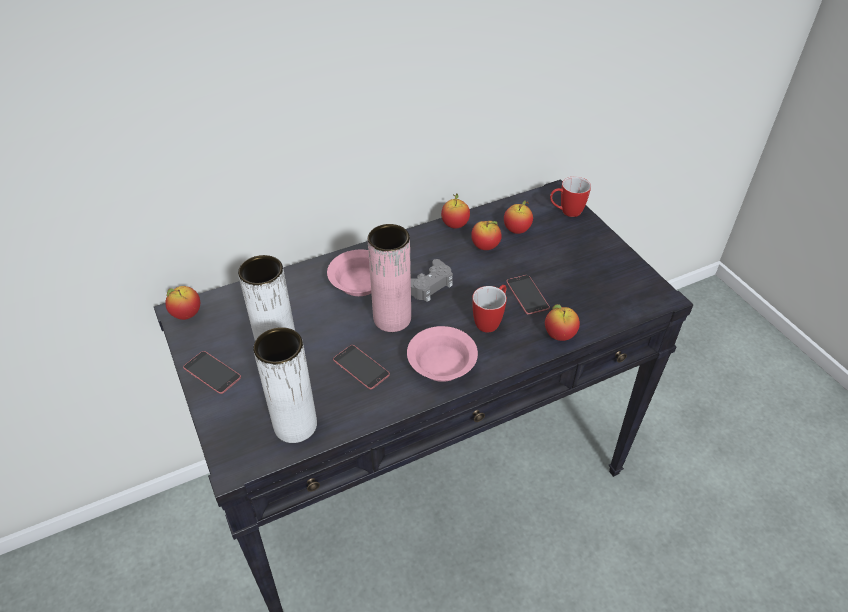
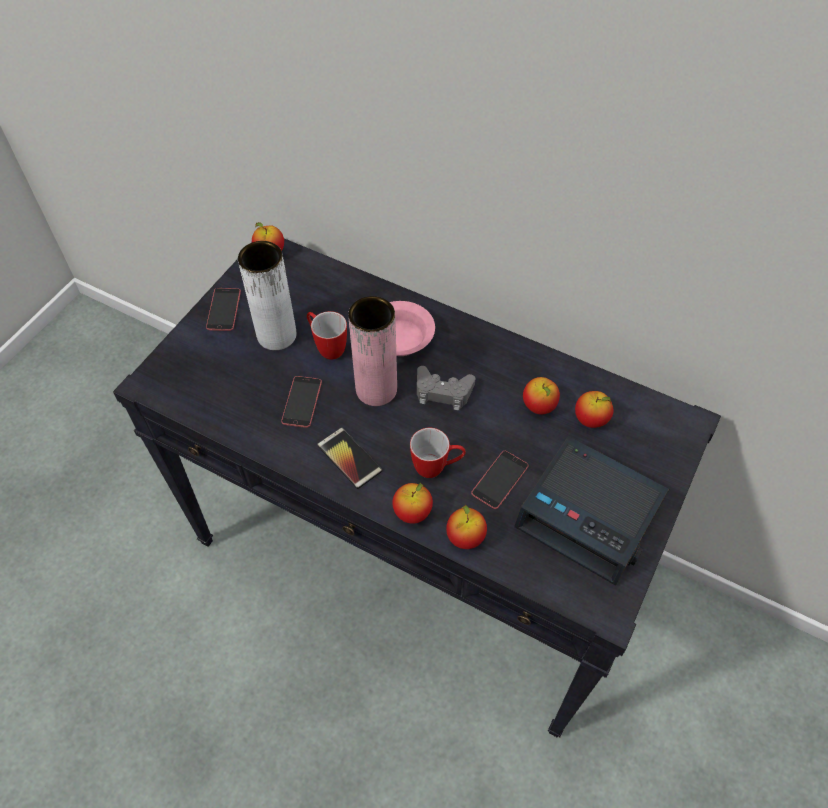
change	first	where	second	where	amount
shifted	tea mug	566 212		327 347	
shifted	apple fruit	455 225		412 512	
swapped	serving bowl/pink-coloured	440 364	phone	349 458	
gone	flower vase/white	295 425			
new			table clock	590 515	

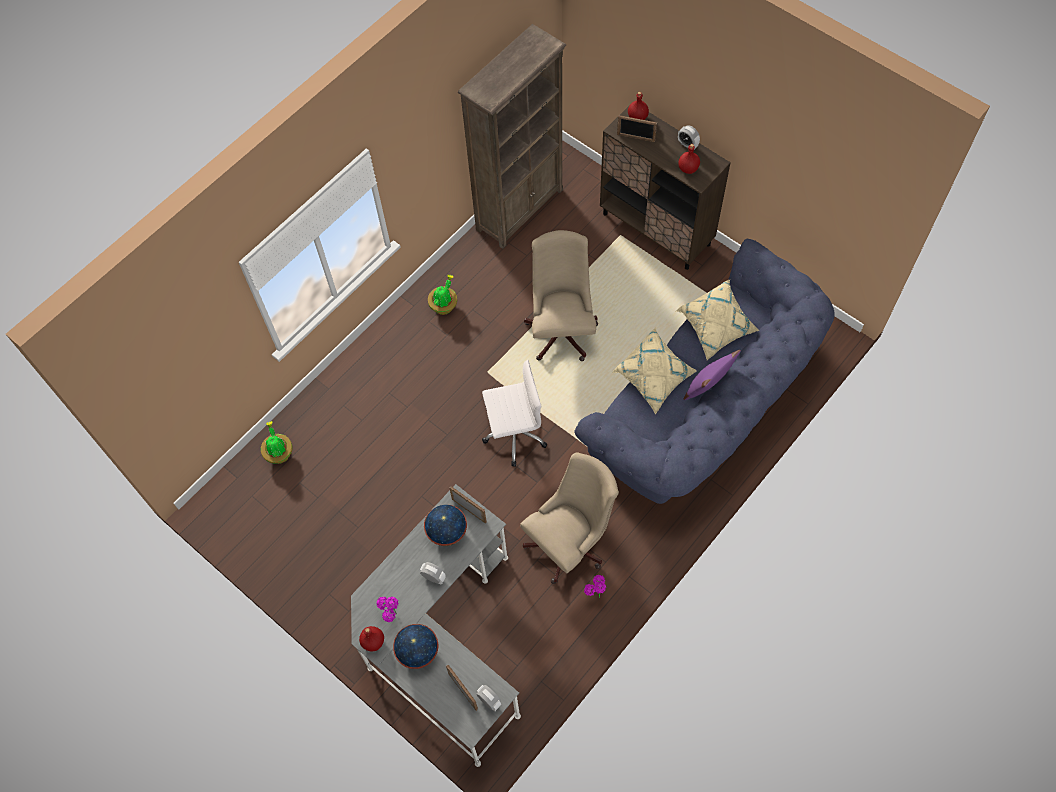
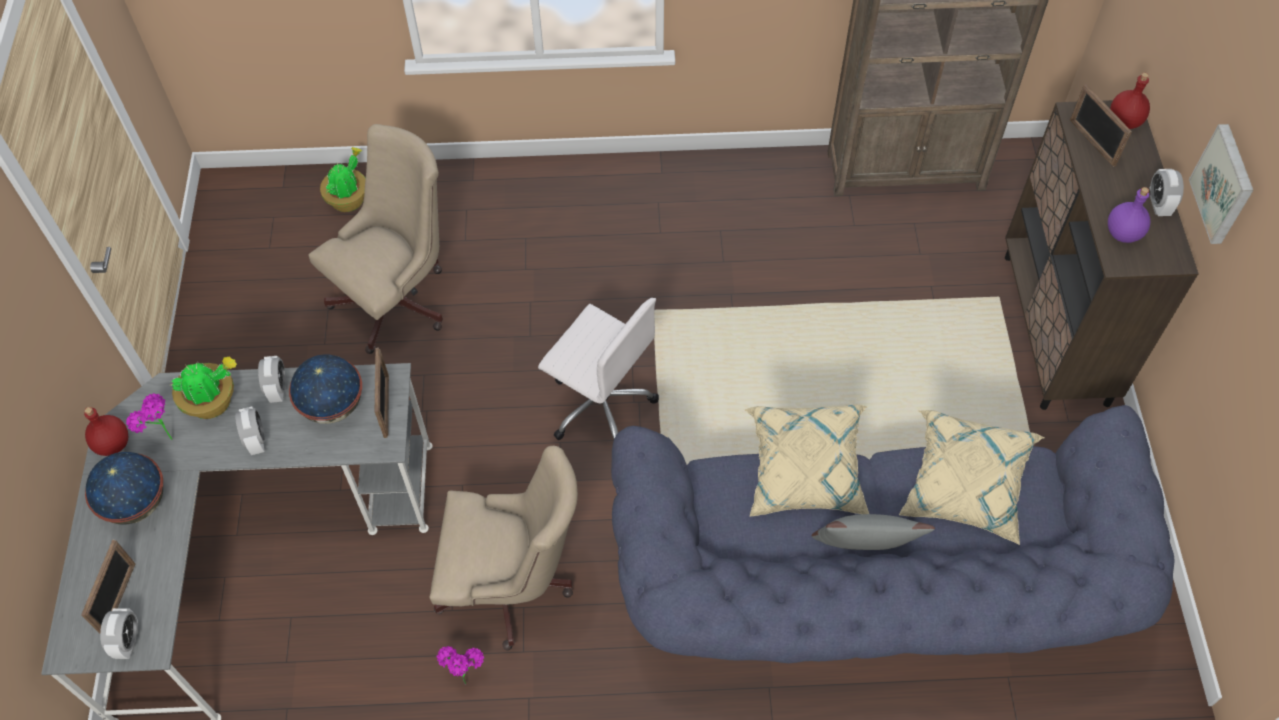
change	first	where	second	where	amount
repainted	bottle/red-coloured	688 169	bottle/purplish	1123 234	
shifted	computer chair/beige-coloured	562 329		399 299	
shifted	houseplant	444 305		213 402	
repainted	throw pillow/purplish	708 387	throw pillow/grey	863 551	
new			picture	1224 184	
new			table clock	278 389	

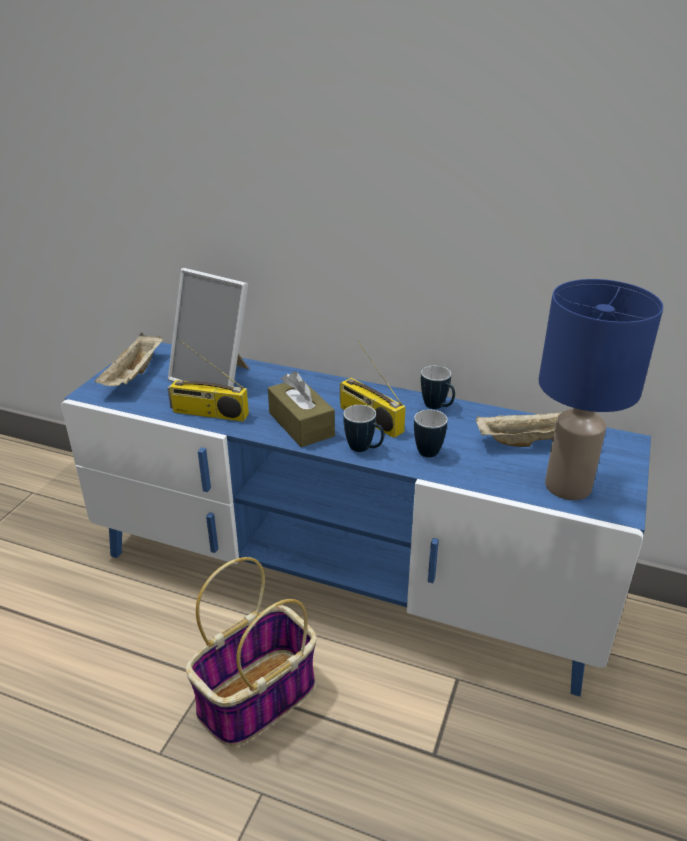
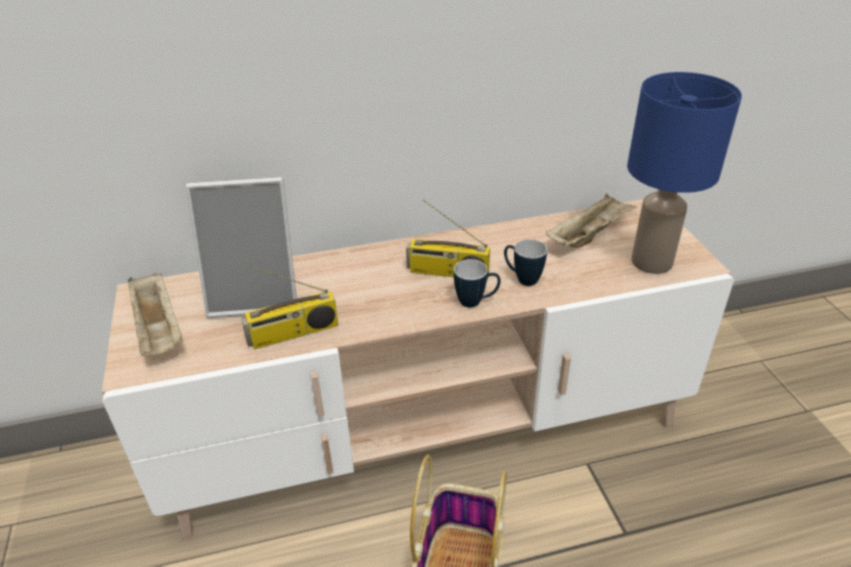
change	first	where	second	where	amount
repainted	tv stand/blue	343 577	tv stand/beige-coloured	428 431	
gone	tea mug	437 407			
gone	tissue box/brown-coloured	301 424			

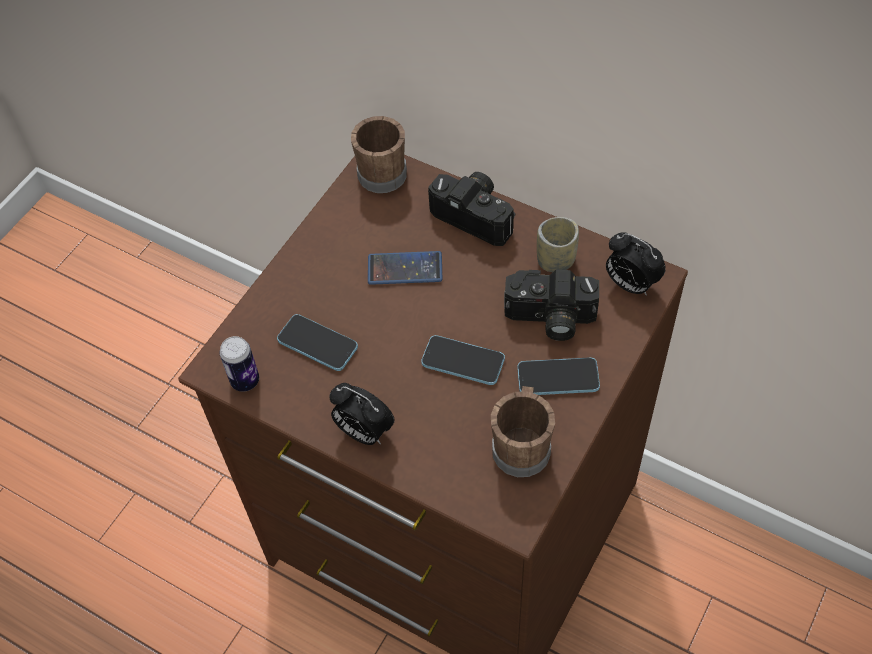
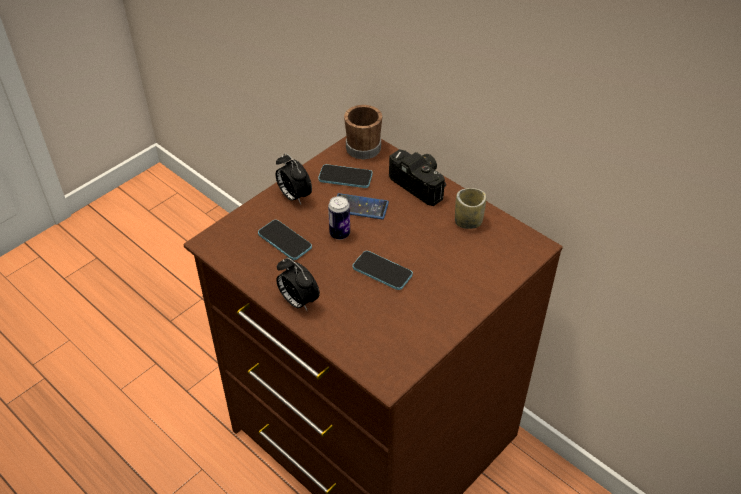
change	first	where	second	where	amount
shifted	table clock	630 284		294 196	
gone	still camera	549 319			
shifted	sealed can	245 381		340 234	
shifted	phone	558 378		345 177	
gone	tea mug/brown-coloured	522 445			

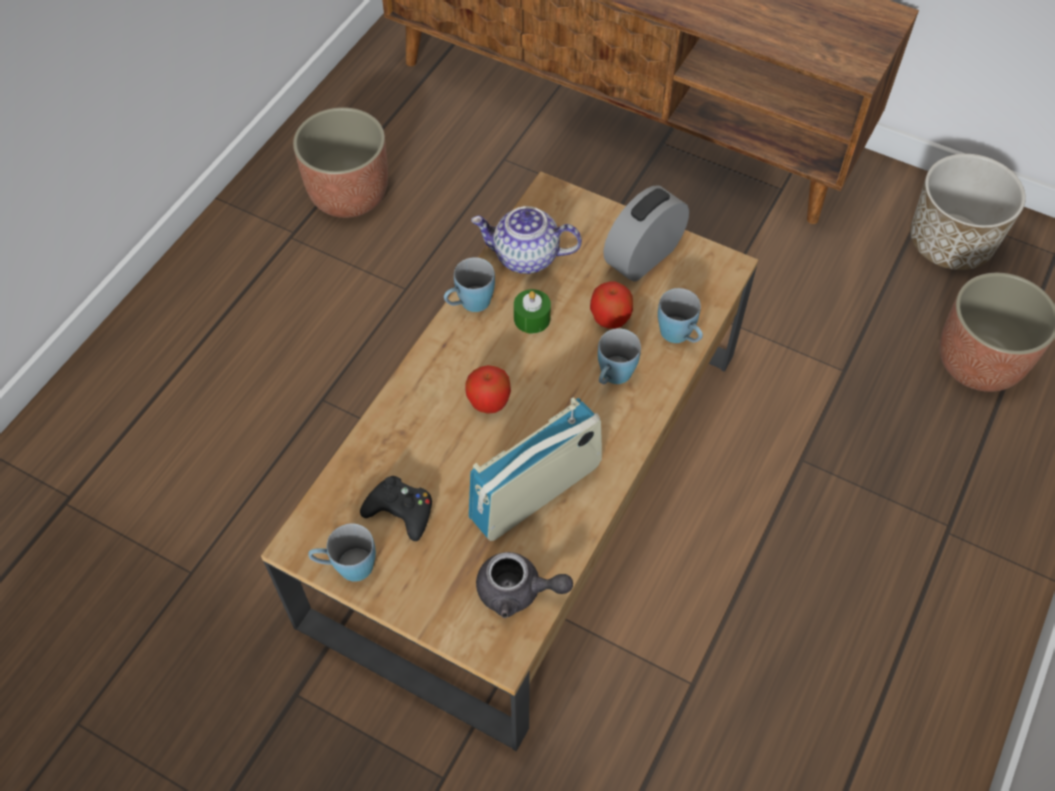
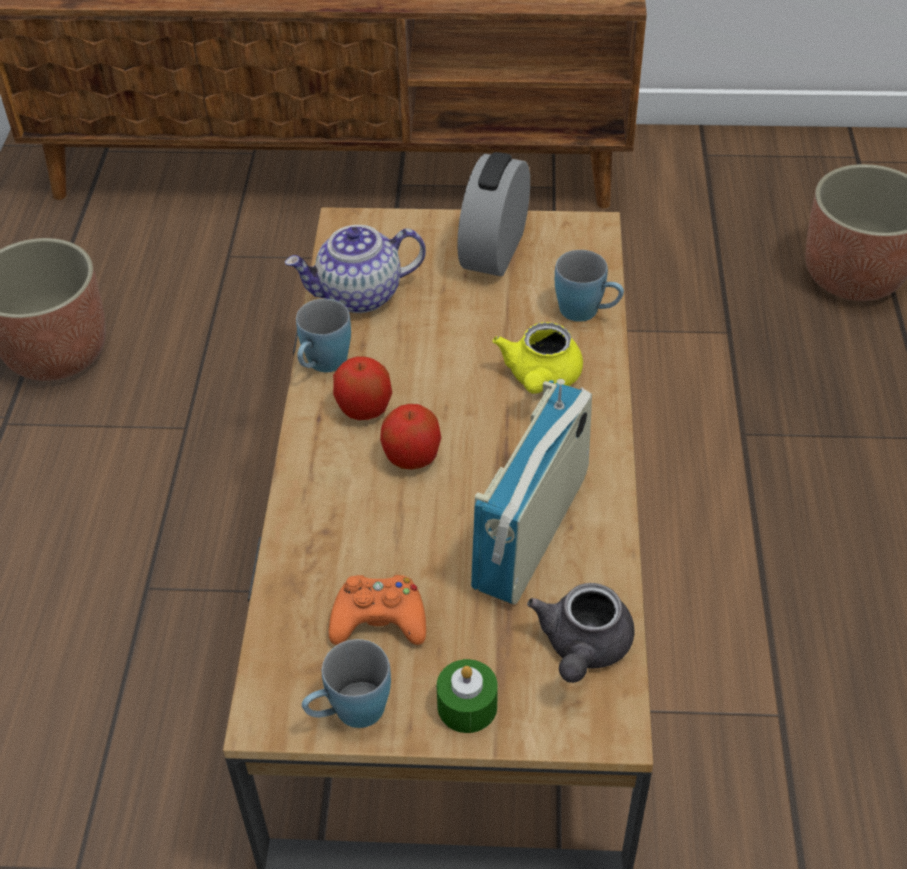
change	first	where	second	where	amount
gone	planter	950 242			
shifted	apple fruit	610 318		364 409	
shifted	wax candle/green	532 318		467 706	
swapped	tea mug/blue	612 377	teapot/yellow-coloured	540 379	
repainted	joypad/black-coloured	401 511	joypad/orange-coloured	379 619	
rotated	teapot/grey	518 591		582 648	120 degrees clockwise

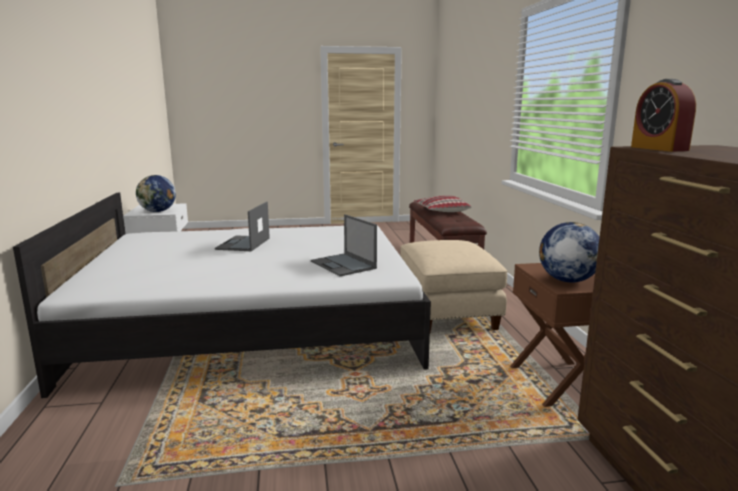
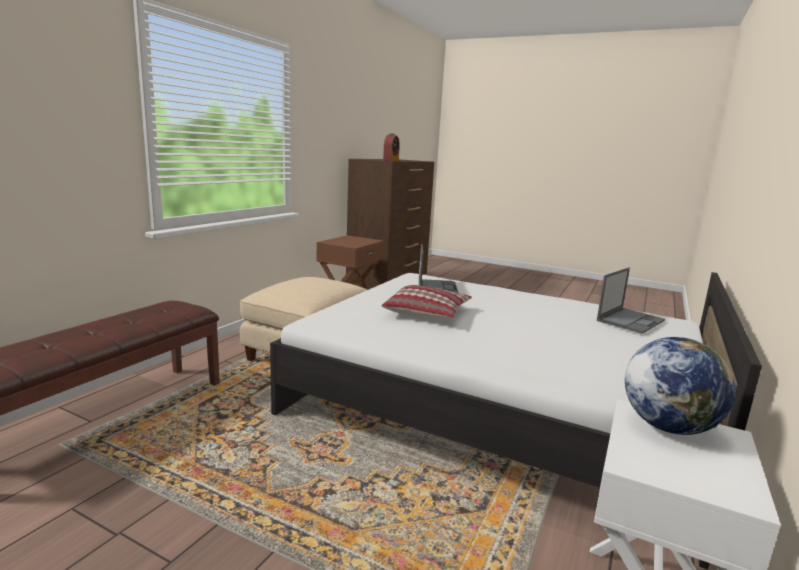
change	first	where	second	where	amount
shifted	throw pillow	441 211		427 313	
shifted	laptop	243 244		630 320	
gone	desk globe	567 280			

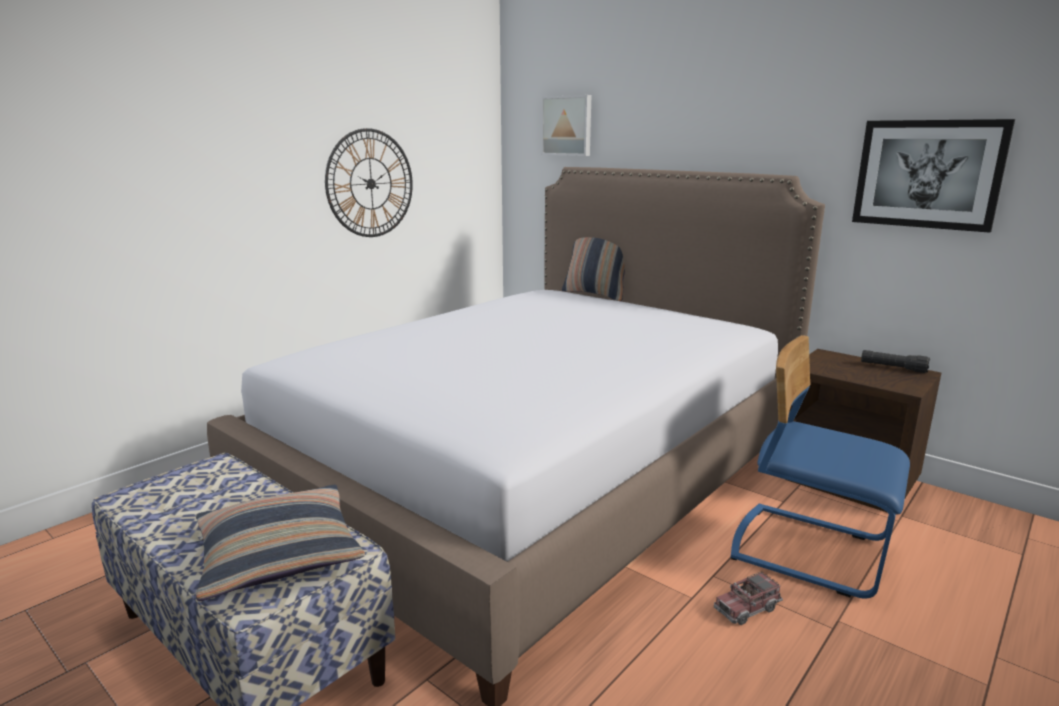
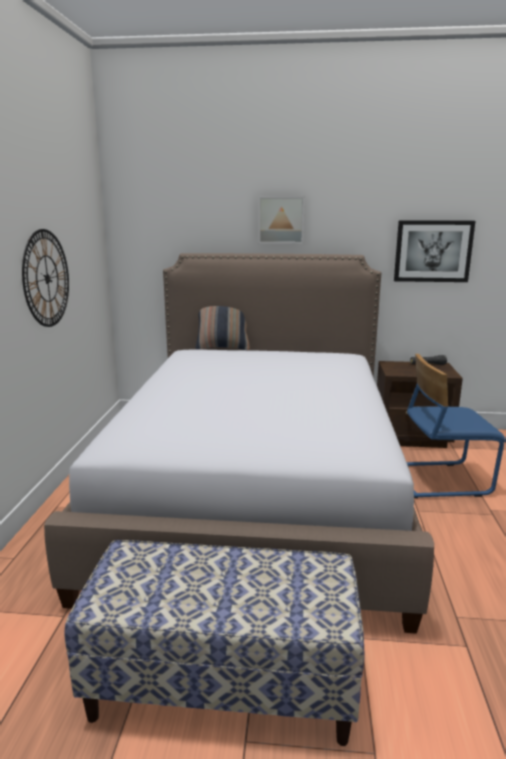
change	first	where	second	where	amount
shifted	picture	567 126		281 220	
gone	throw pillow	279 554			
gone	toy truck	747 608			

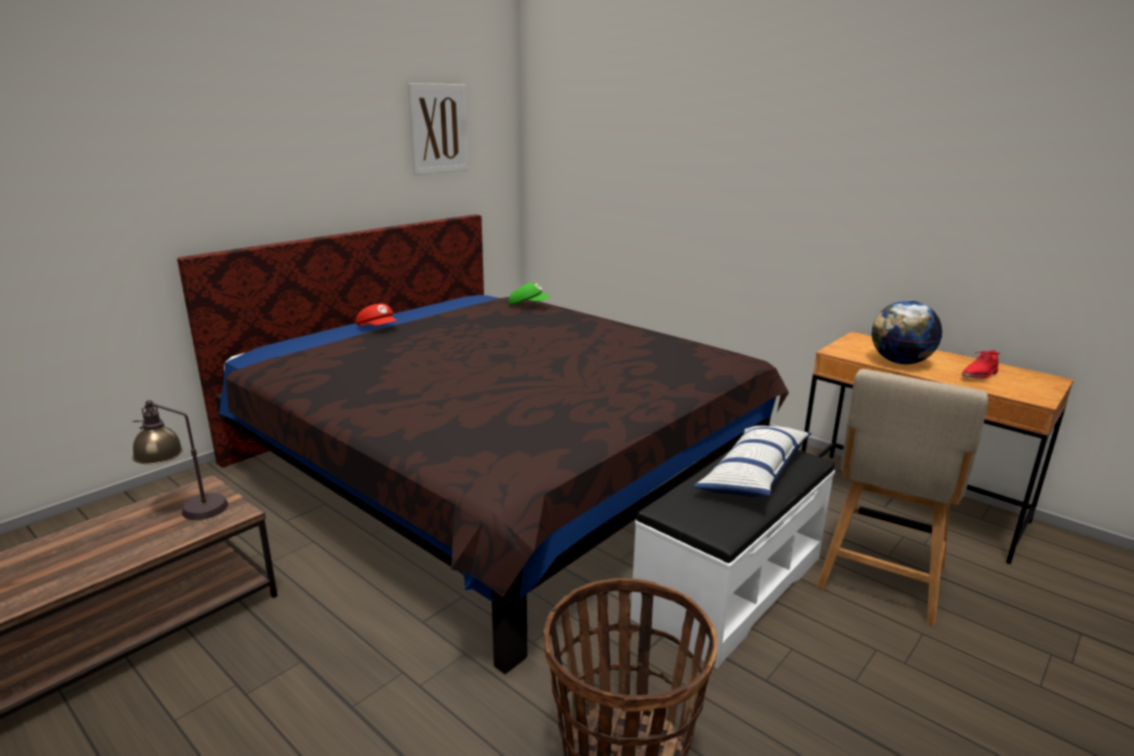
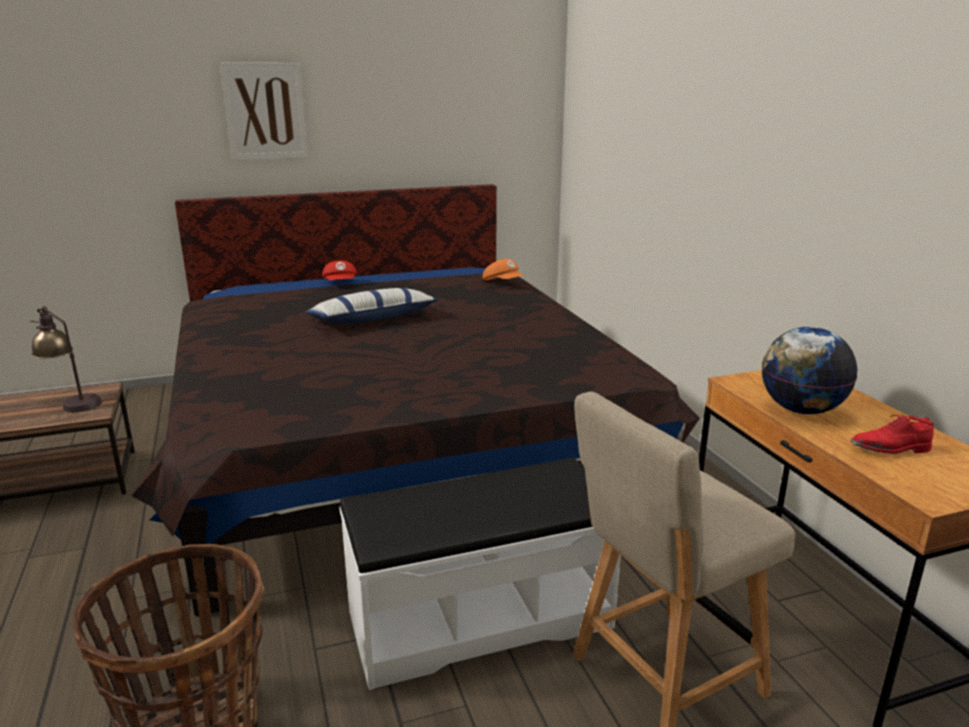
change	first	where	second	where	amount
shifted	picture	438 128		265 112	
repainted	baseball cap/green	529 305	baseball cap/orange-coloured	503 282	
shifted	throw pillow	753 474		373 319	

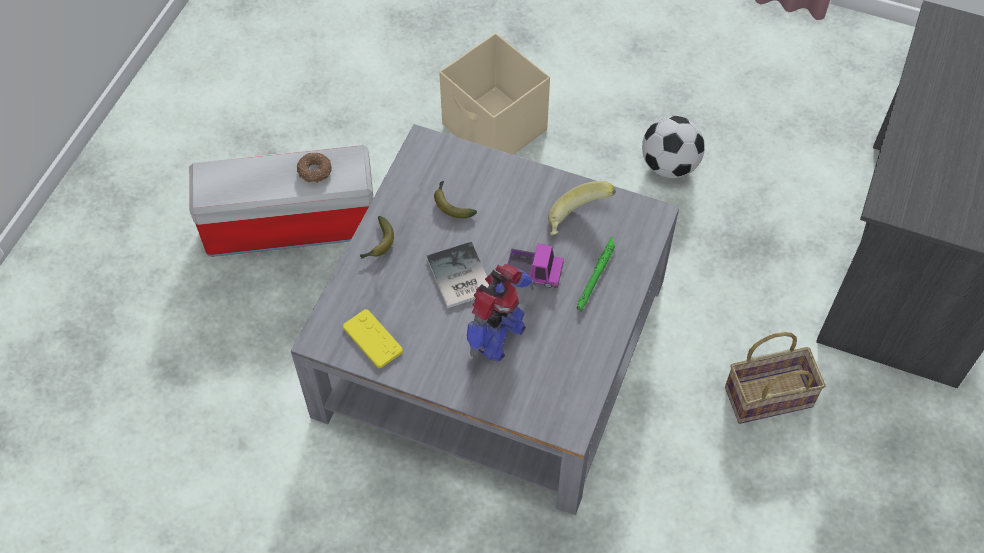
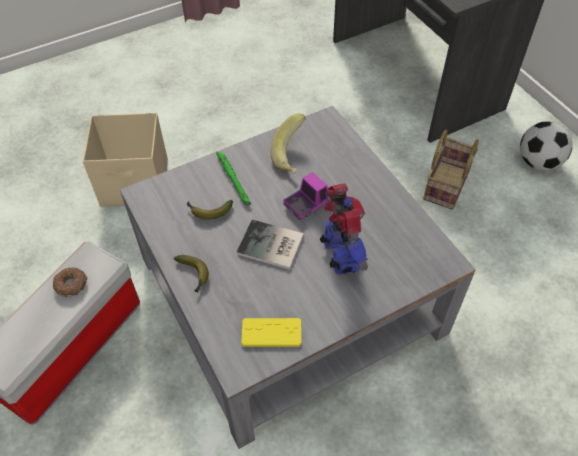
change	first	where	second	where	amount
shifted	ball for football	669 165		538 162	
shifted	torch/green	596 276		233 180	

